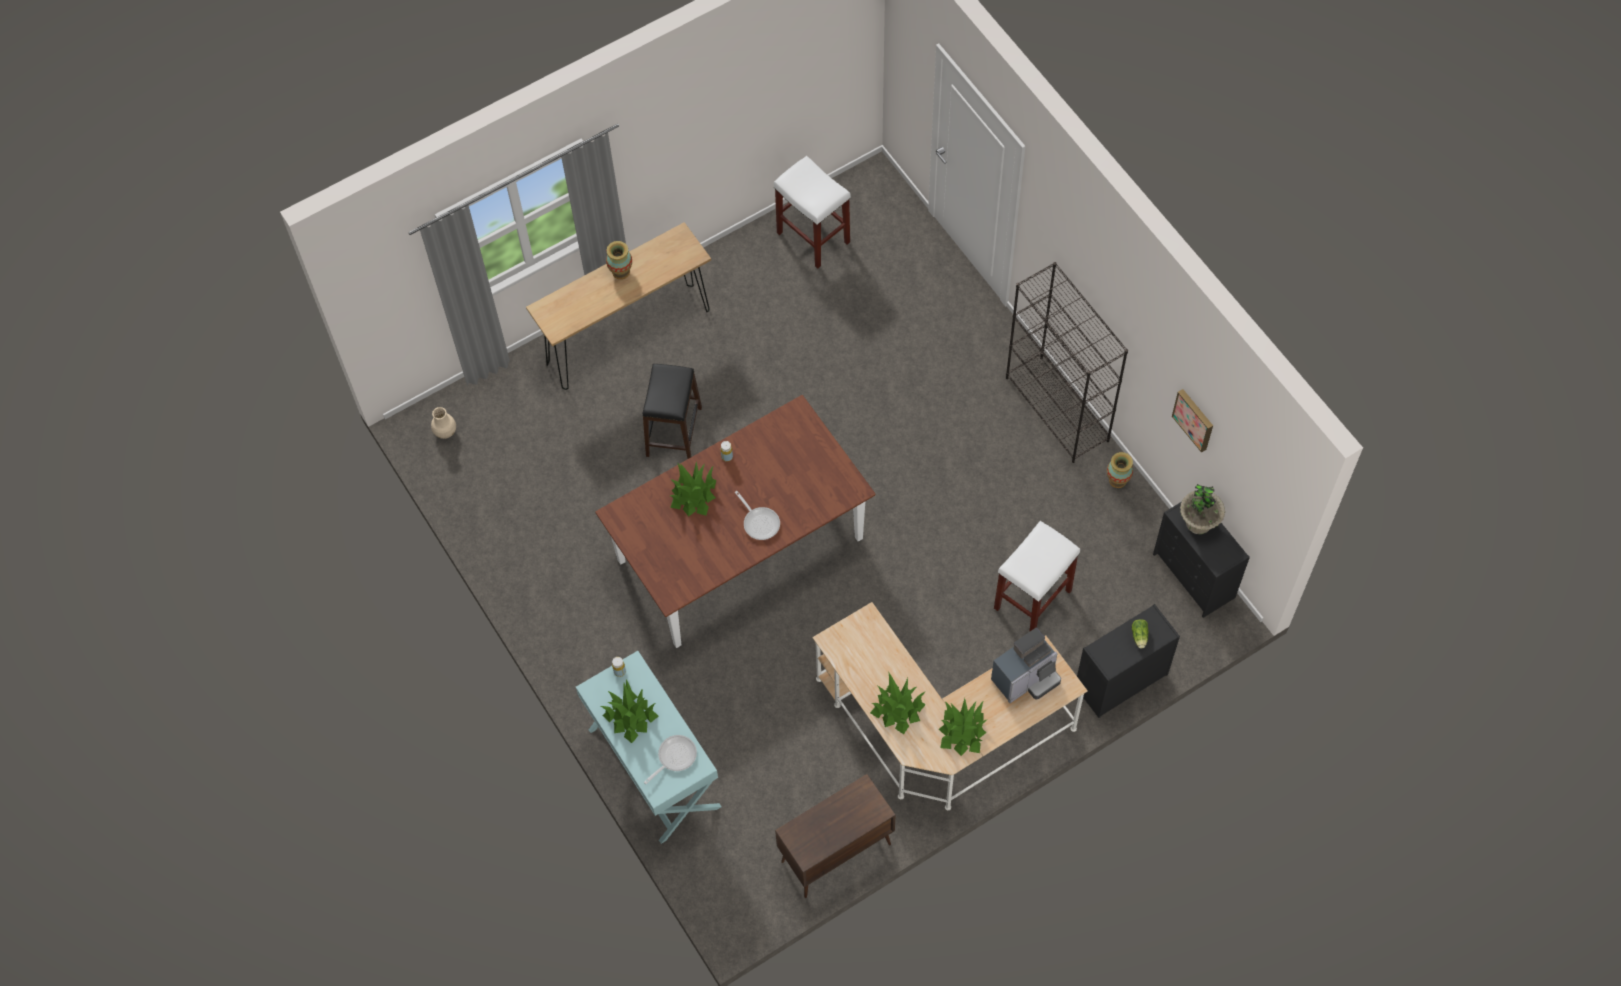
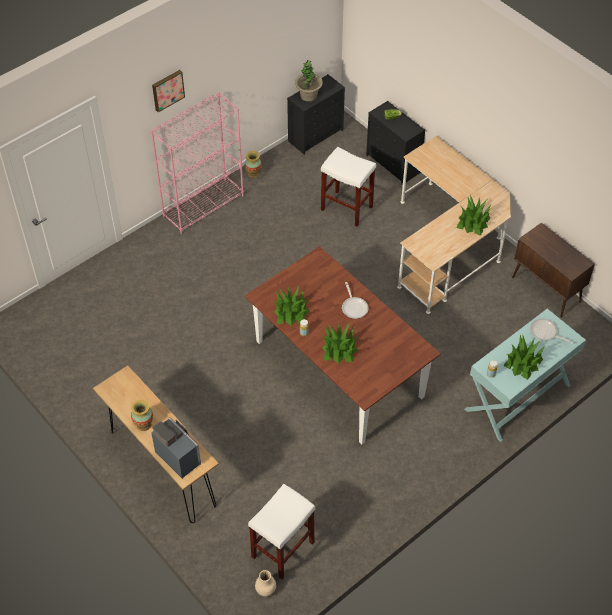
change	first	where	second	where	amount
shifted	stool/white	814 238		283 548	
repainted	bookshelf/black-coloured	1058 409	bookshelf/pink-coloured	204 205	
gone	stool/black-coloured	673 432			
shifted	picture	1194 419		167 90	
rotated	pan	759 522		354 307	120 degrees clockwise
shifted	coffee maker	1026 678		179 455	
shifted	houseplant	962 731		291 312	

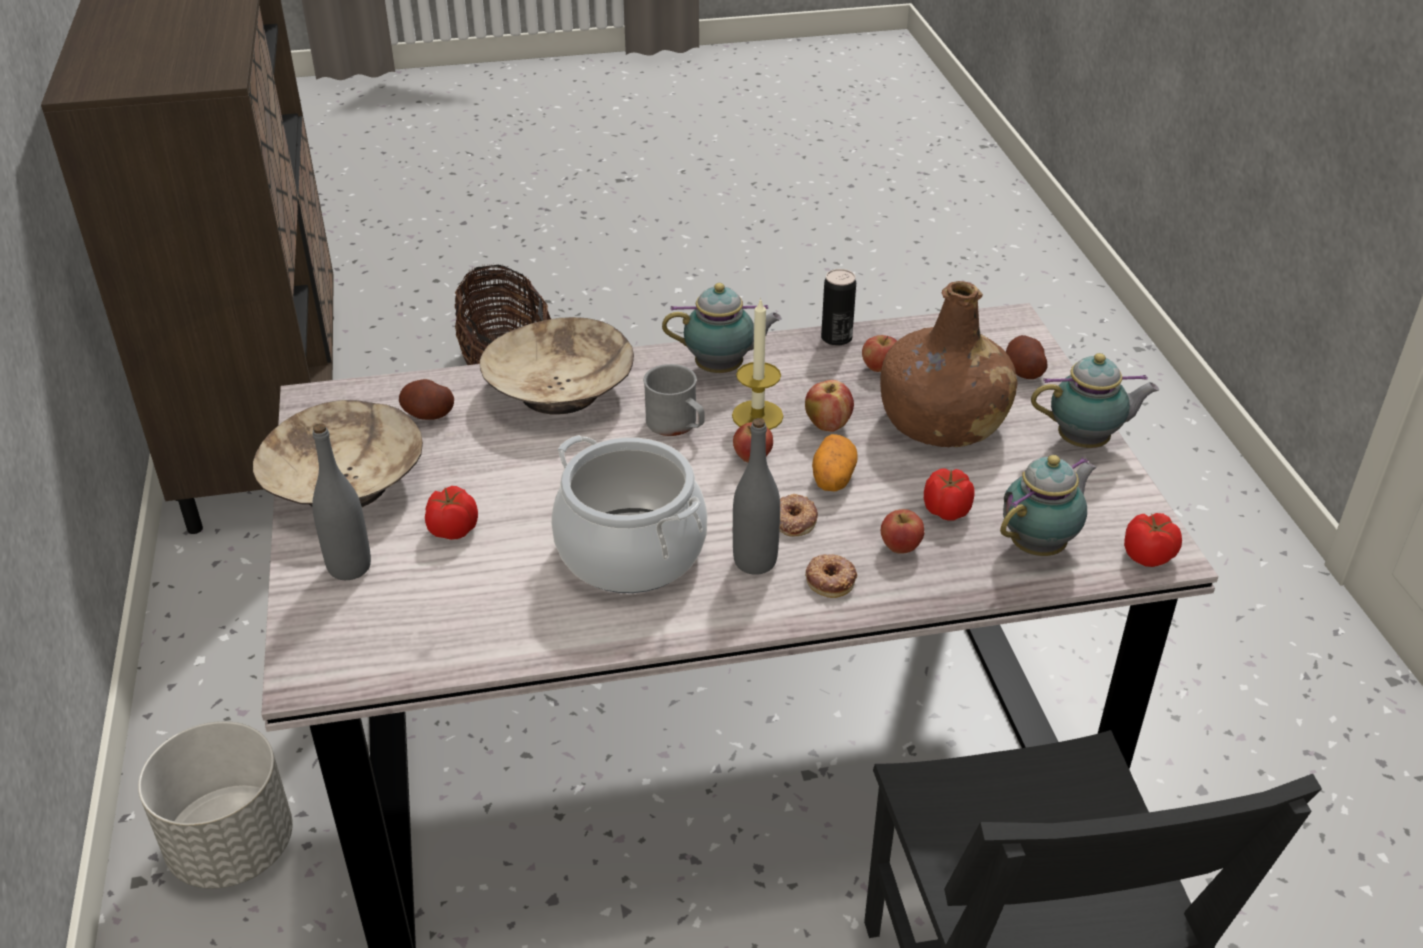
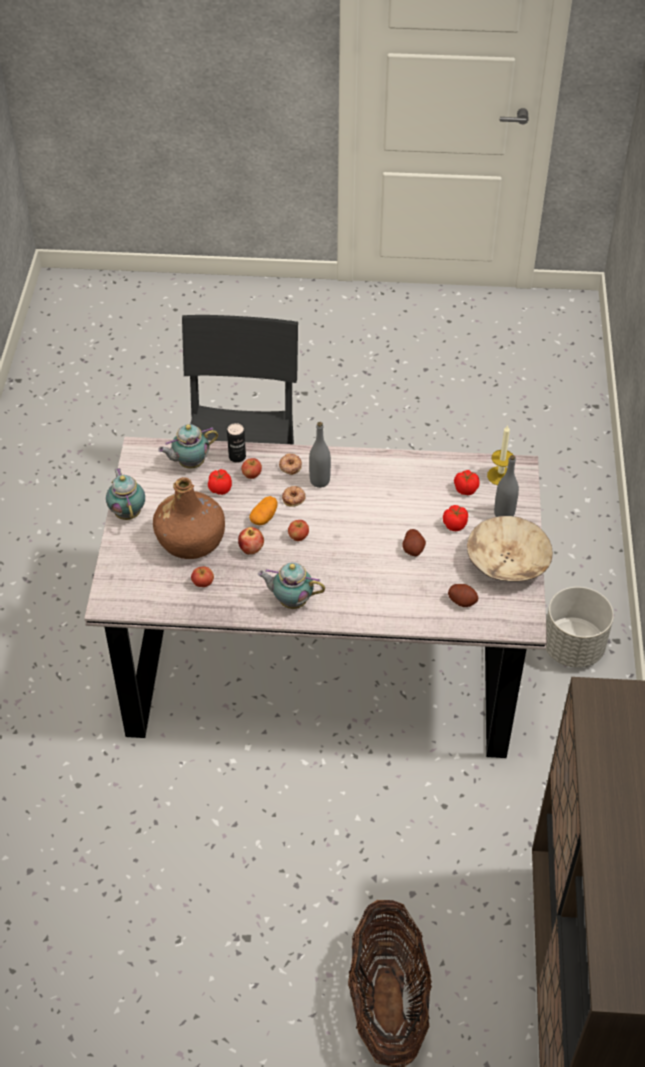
change	first	where	second	where	amount
shifted	sealed can	836 338		237 457	
shifted	wax candle	757 416		500 476	
gone	serving bowl/beige-coloured	560 390			
shifted	potato	1023 371		413 549	
rotated	teapot	1086 442		128 512	60 degrees clockwise
gone	tea mug/grey	677 425			
gone	saucepot	631 551			
shifted	whole tomato	1149 556		465 489	

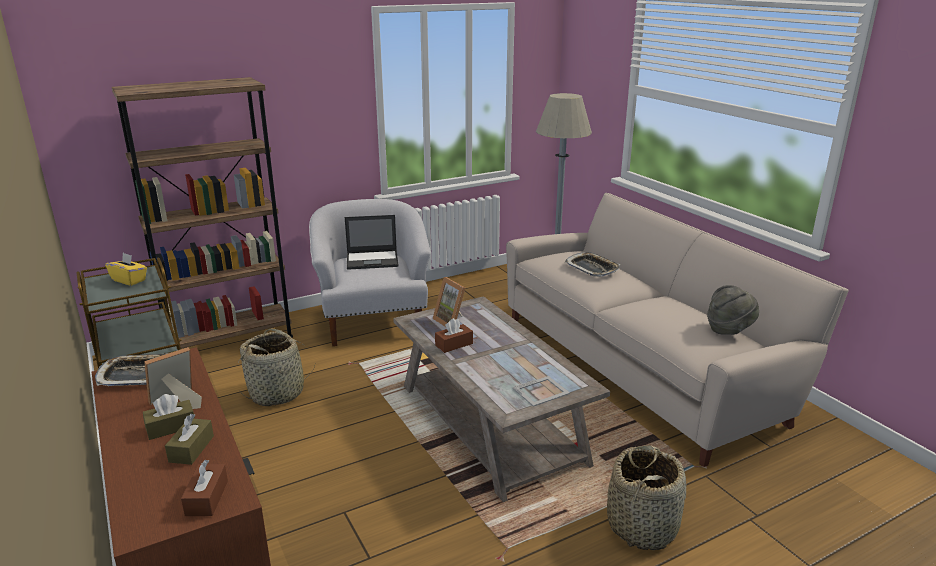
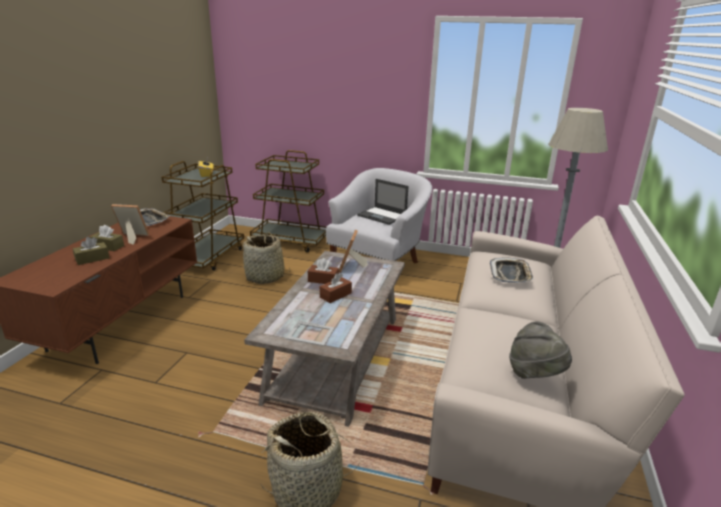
change	first	where	second	where	amount
swapped	bookshelf/brown-coloured	229 340	wheeled cart/brown-coloured	291 241	
shifted	tissue box/brown-coloured	207 498		335 295	

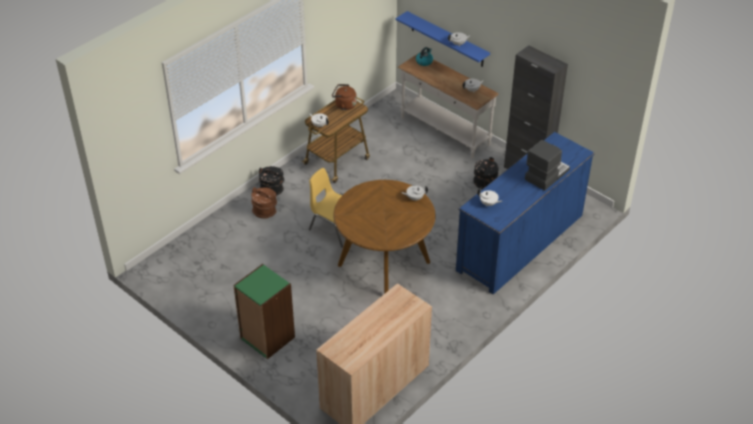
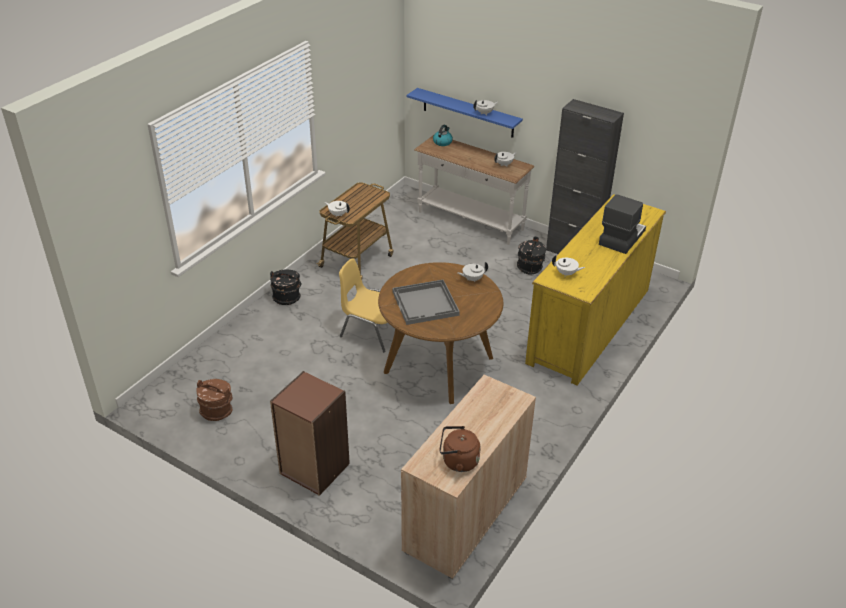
change	first	where	second	where	amount
shifted	water kettle/brown-coloured	344 105		458 461	
repainted	chest of drawers/blue	520 242	chest of drawers/yellow-coloured	589 325	
shifted	pail/brown-coloured	265 211		217 411	
repainted	bookshelf/green	267 338	bookshelf/brown-coloured	314 469	
new			tray/grey	426 303	

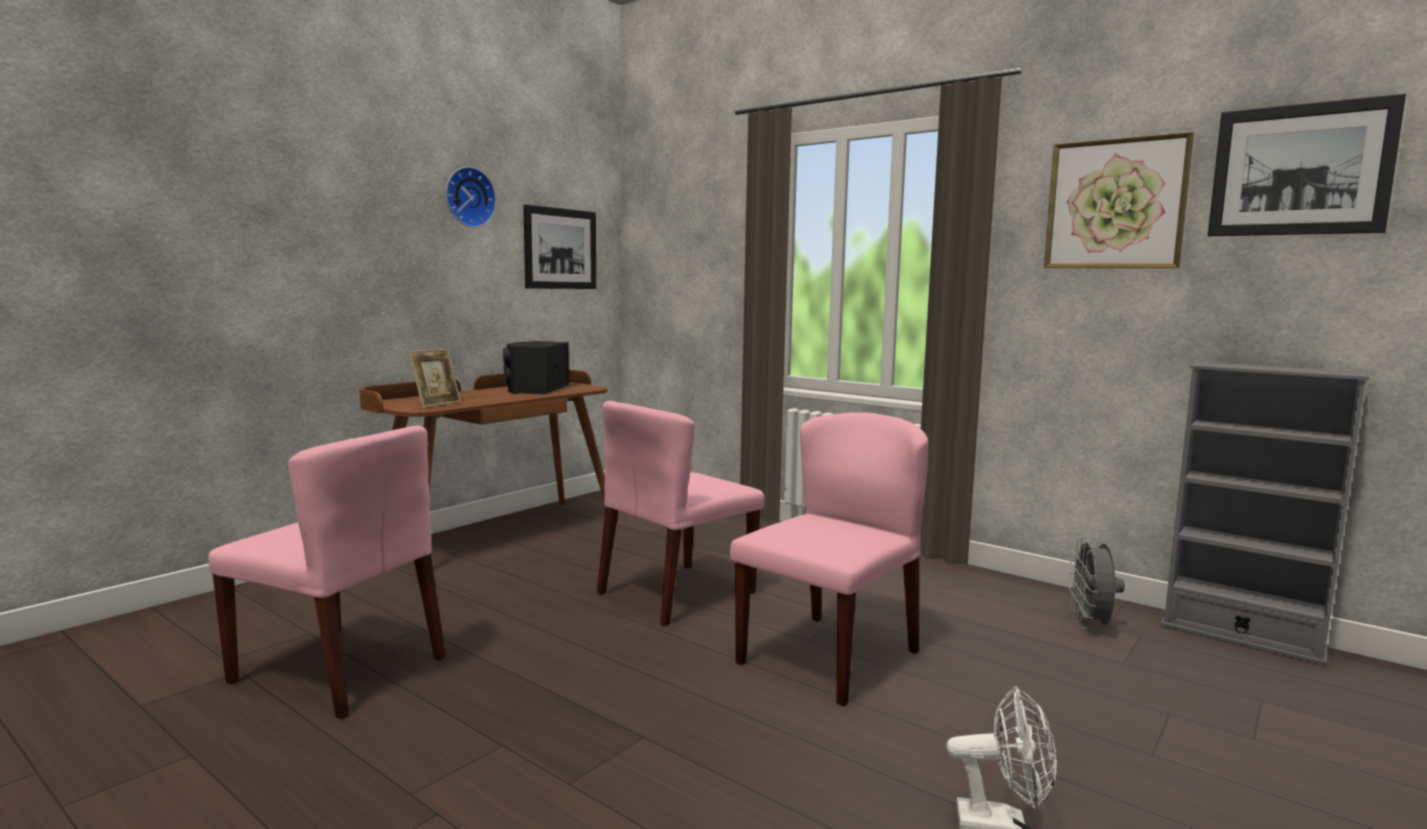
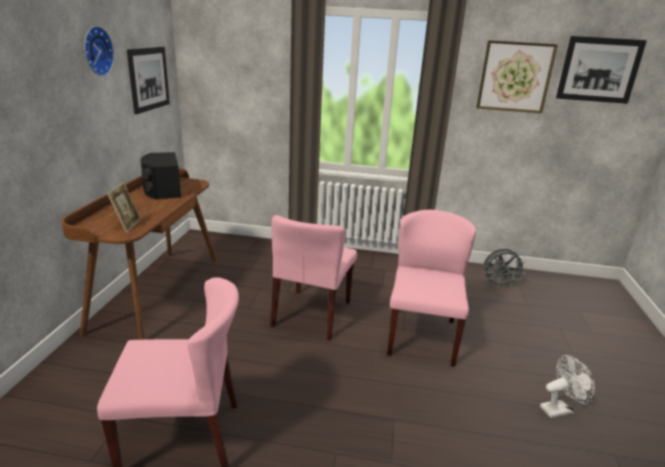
change	first	where	second	where	amount
gone	bookshelf/grey	1241 637			
rotated	electric fan/grey	1090 626		498 285	75 degrees counterclockwise

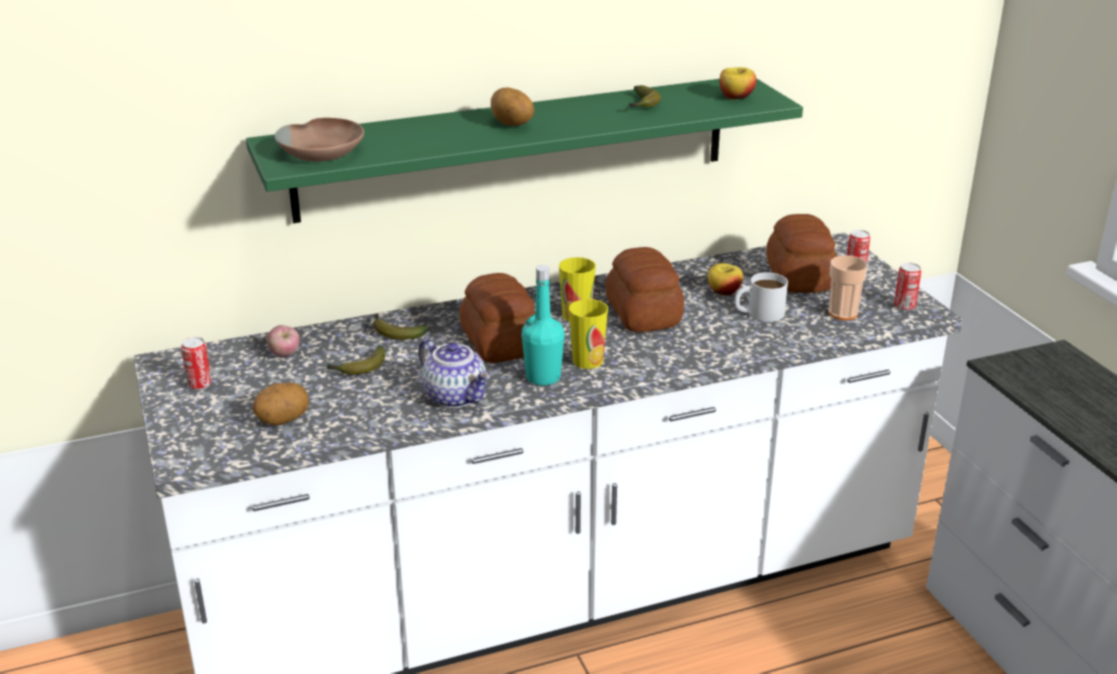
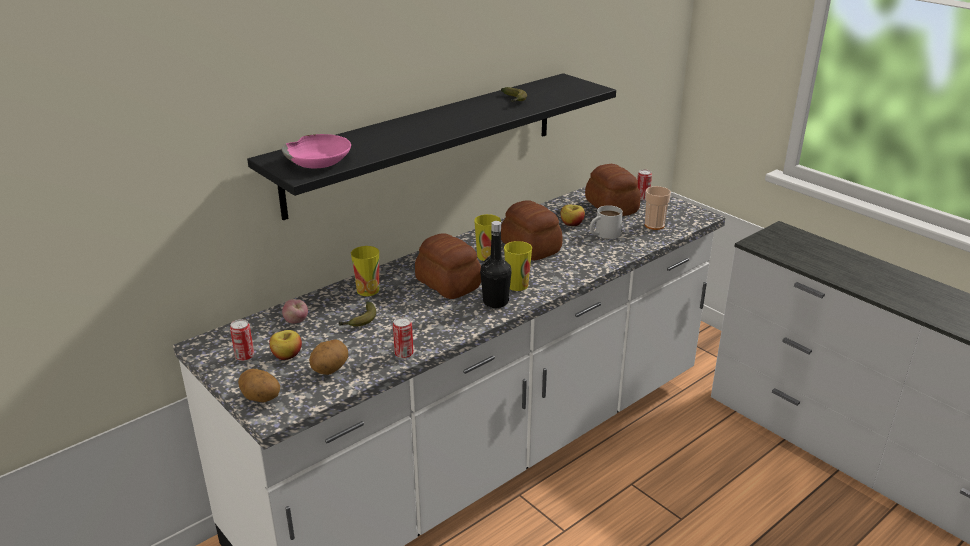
change	first	where	second	where	amount
shifted	apple fruit	736 97		287 356	
repainted	shelf/green	515 147	shelf/black-coloured	426 142	
shifted	potato	511 125		260 399	
repainted	serving bowl/brown-coloured	323 152	serving bowl/pink-coloured	319 160	
shifted	sealed can	904 306		404 354	
repainted	bottle/turquoise-coloured	543 377	bottle/black-coloured	495 302	
swapped	banana	395 332	drinking cup	368 290	
gone	teapot	457 397			

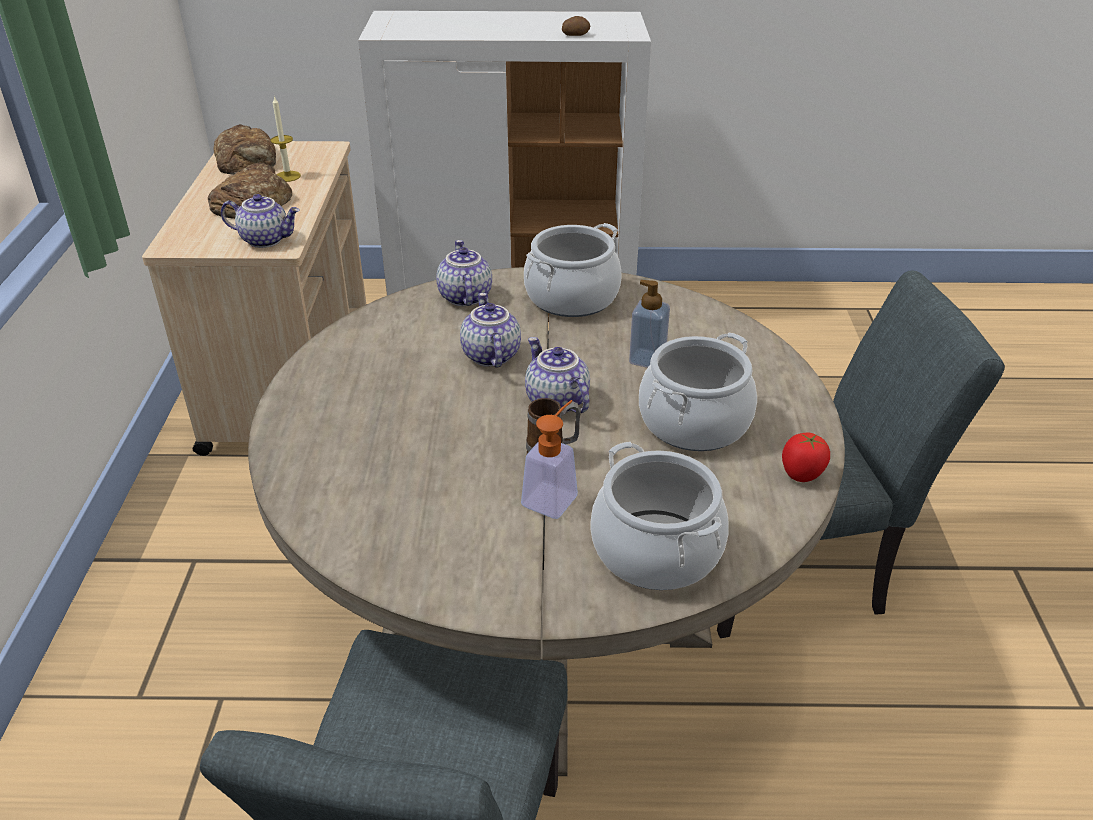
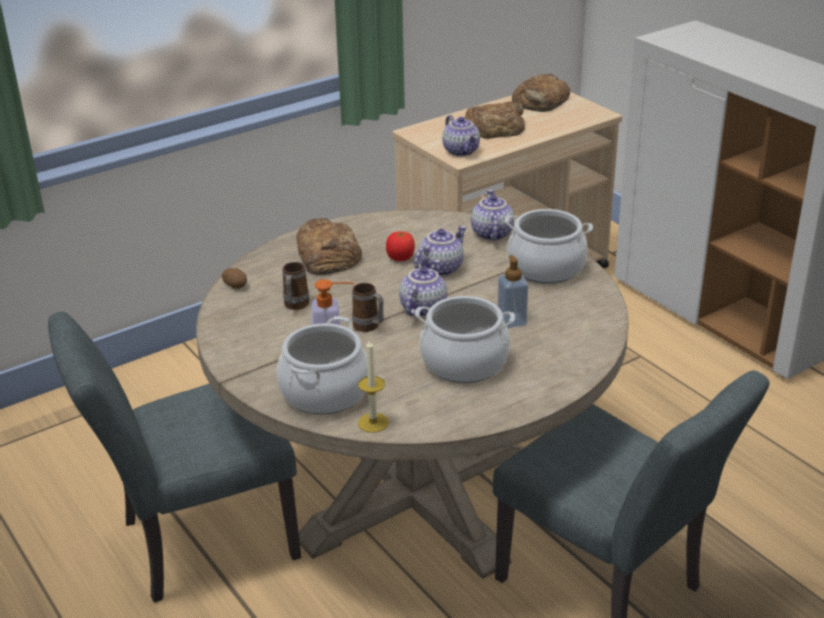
change	first	where	second	where	amount
shifted	potato	575 35		236 285	
shifted	wax candle	287 176		373 422	
rotated	teapot	463 297		491 233	45 degrees counterclockwise
shifted	whole tomato	801 474		400 258	
new			bakery bread	327 255	
new			tea mug	295 306	

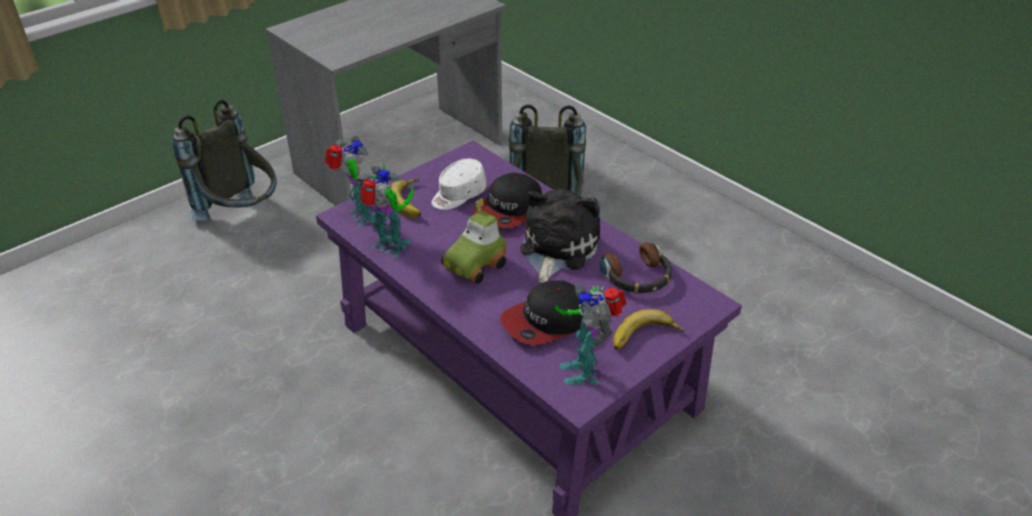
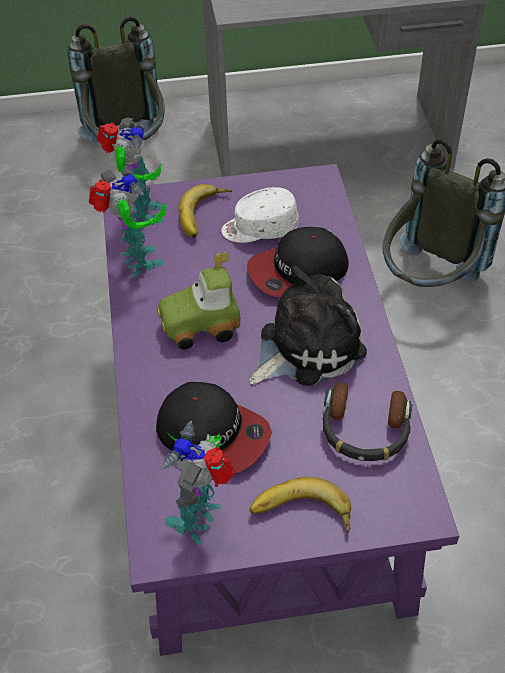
change	first	where	second	where	amount
rotated	baseball cap	546 321		213 433	150 degrees counterclockwise

